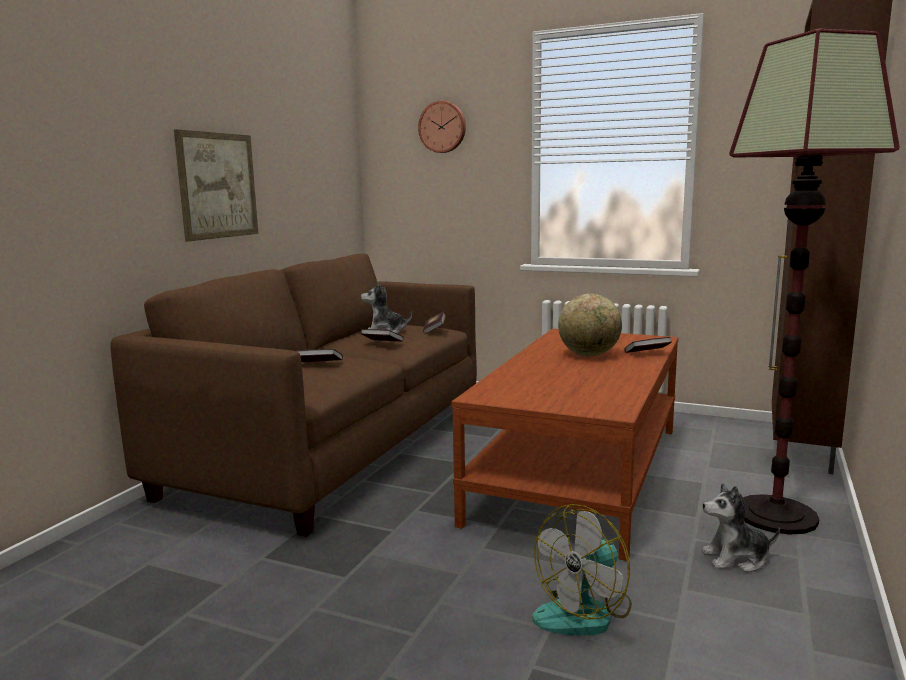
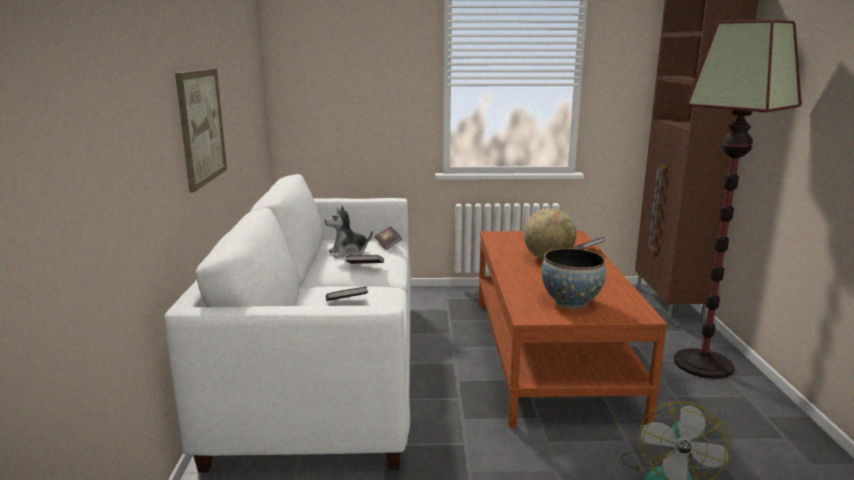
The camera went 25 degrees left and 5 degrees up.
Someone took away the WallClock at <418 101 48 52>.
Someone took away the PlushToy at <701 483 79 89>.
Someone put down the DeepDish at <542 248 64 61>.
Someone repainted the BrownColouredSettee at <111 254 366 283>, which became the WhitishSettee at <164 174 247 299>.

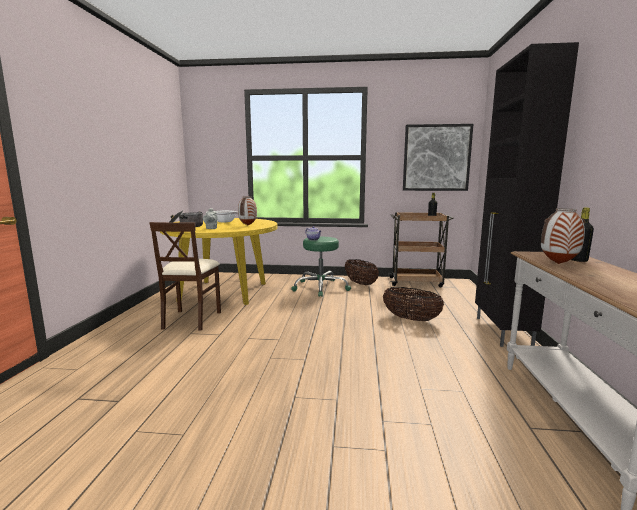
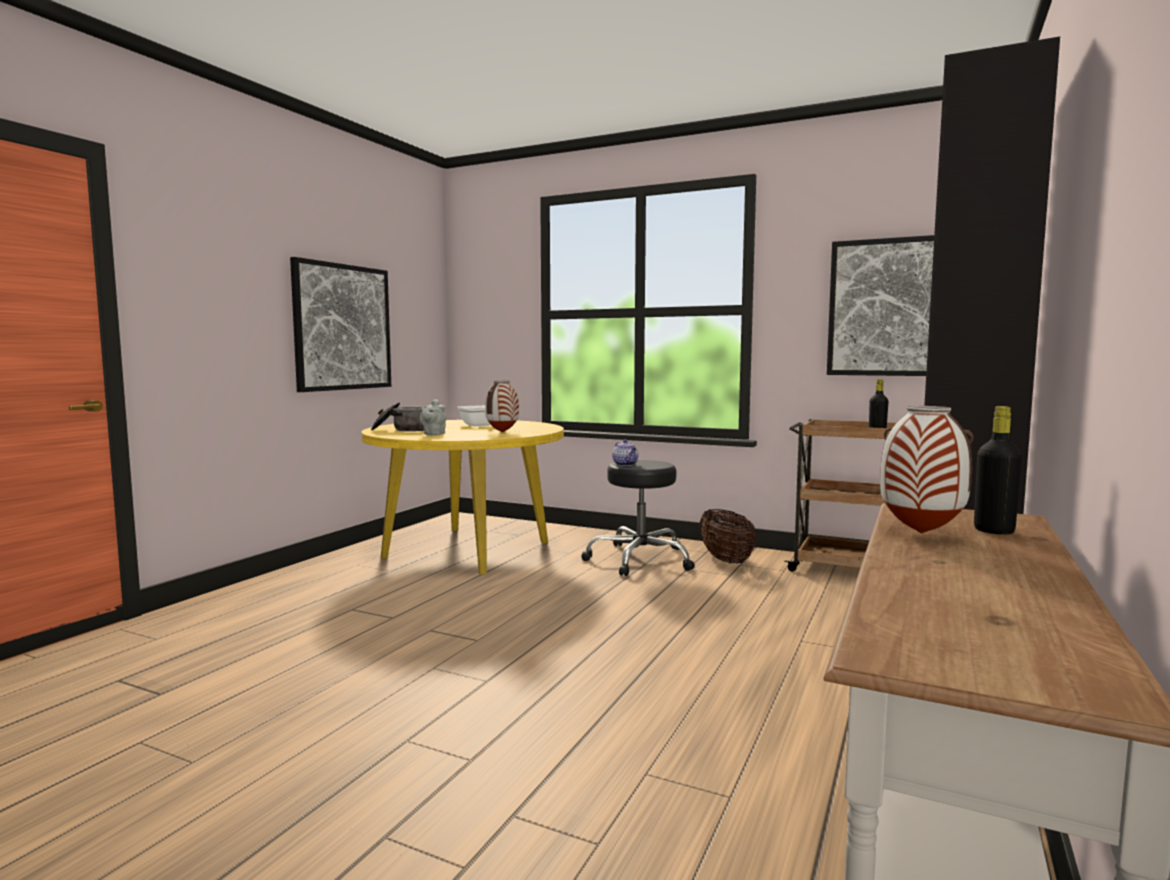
The camera went 20 degrees right and 5 degrees down.
Someone took away the SandColouredUprightChair at <149 222 72 109>.
Someone took away the Basket at <383 287 61 34>.
Someone put up the WallPicture at <290 257 101 135>.
Someone repainted the GreenishStool at <291 237 60 60>, which became the BlackColouredStool at <581 460 114 116>.

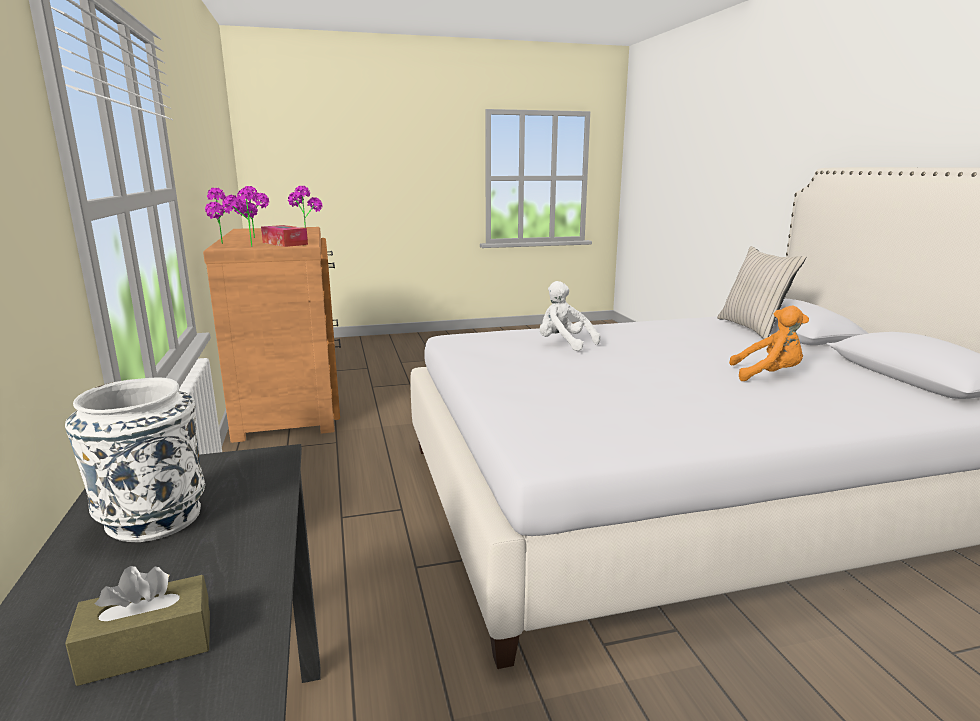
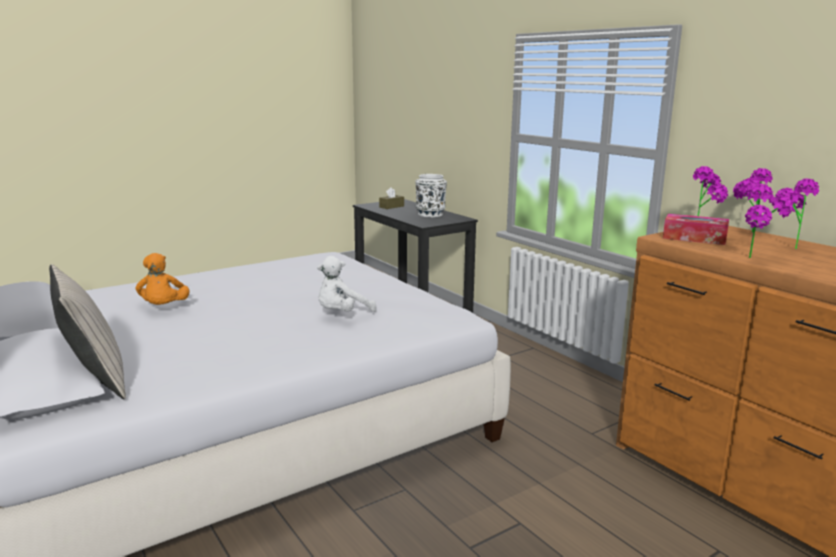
The camera went 160 degrees right and 0 degrees up.
Someone rotated the WhitishPlushToy at <539 281 61 70> by 120 degrees clockwise.
Someone rotated the OrangeColouredPlushToy at <729 306 80 75> by 90 degrees counterclockwise.

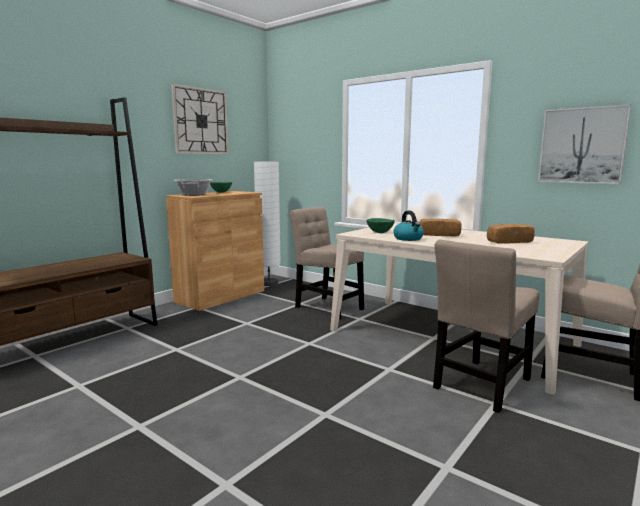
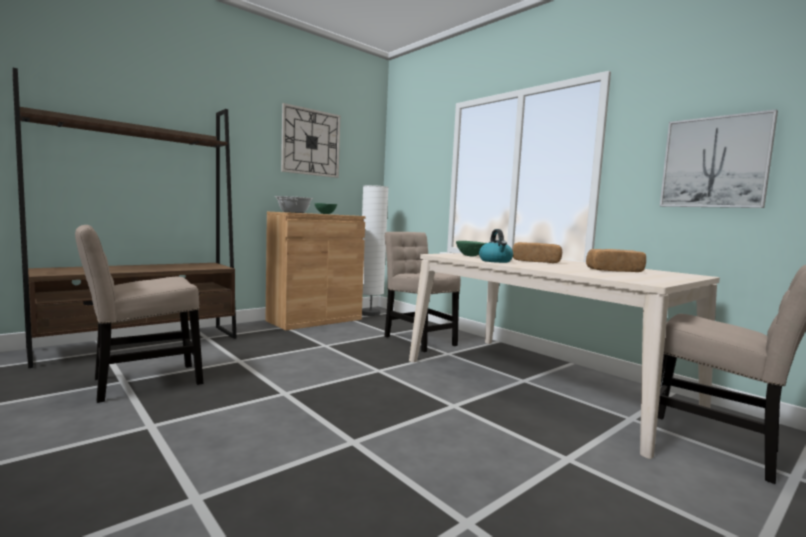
The camera went 10 degrees right and 5 degrees down.
Someone carried the SandColouredUprightChair from <433 239 106 174> to <75 225 128 178>.

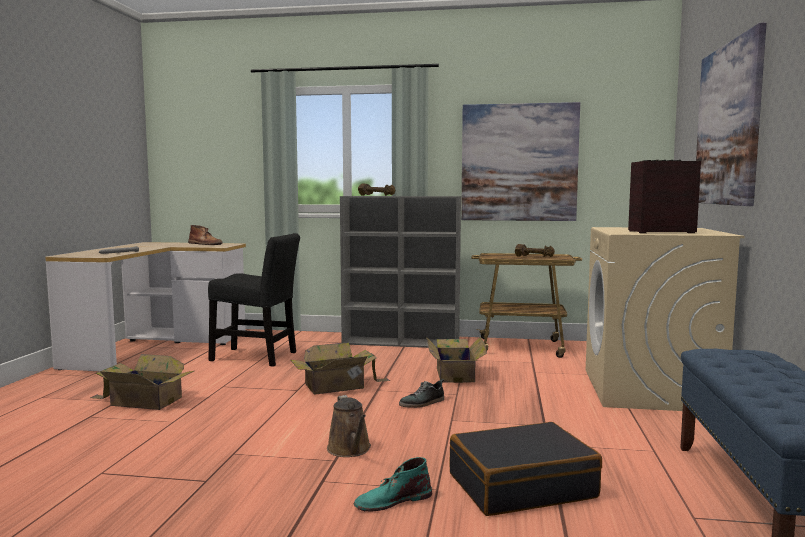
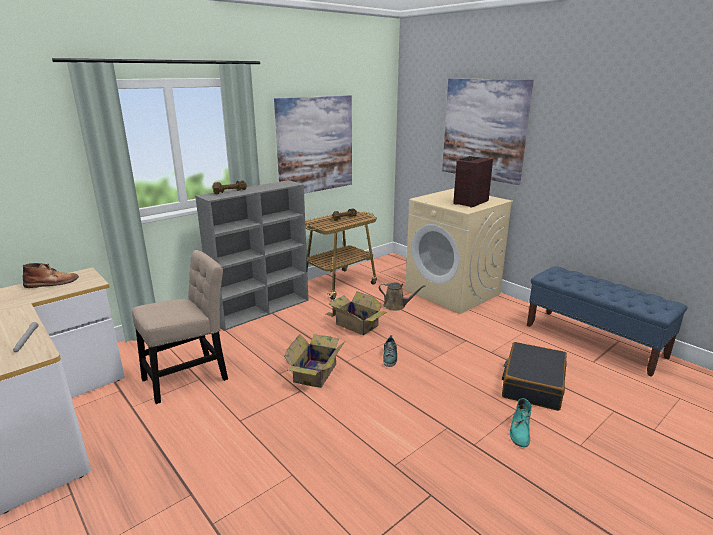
The camera went 50 degrees left and 15 degrees up.
Someone took away the CardboardBox at <90 354 104 56>.
Someone carried the BrownColouredWateringCan from <327 395 44 62> to <379 282 47 29>.
Someone repainted the BlackColouredUprightChair at <208 233 92 134>, which became the SandColouredUprightChair at <132 250 96 154>.

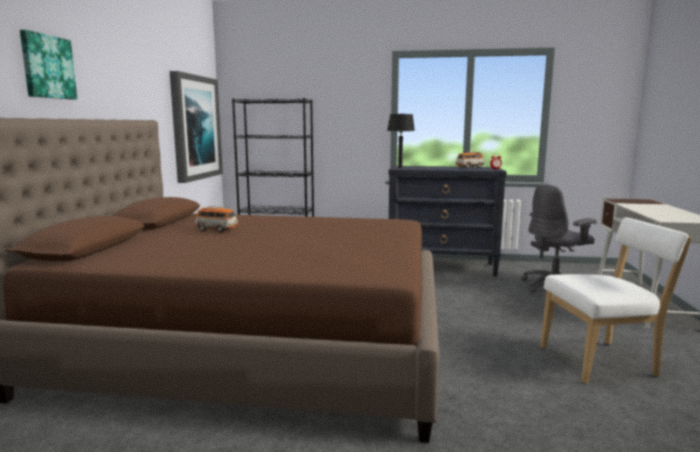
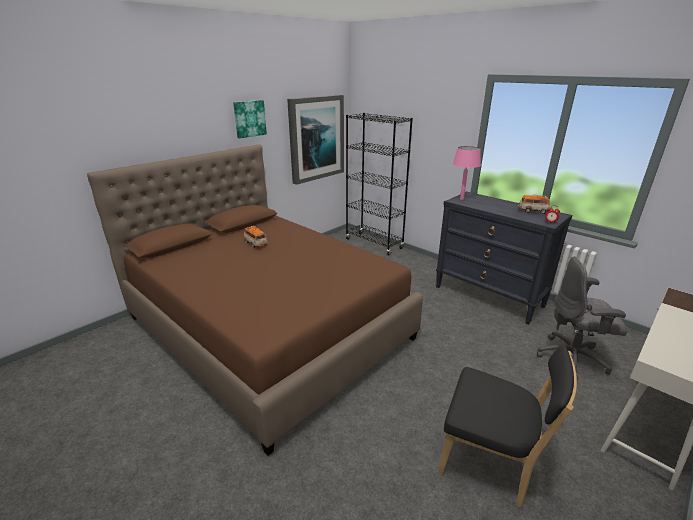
The camera went 35 degrees right and 15 degrees up.
Someone carried the WallPicture from <20 30 57 70> to <233 100 34 39>.
Someone repainted the BlackColouredTabletopLamp at <387 114 28 54>, which became the PinkColouredTabletopLamp at <453 146 28 54>.
Someone repainted the WhitishUprightChair at <540 217 152 167>, which became the BlackColouredUprightChair at <438 345 139 163>.

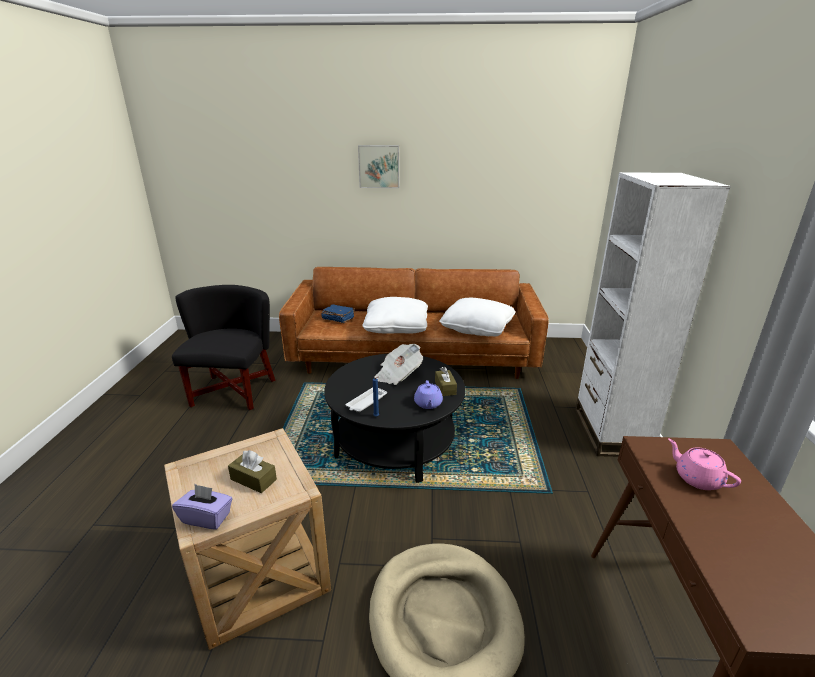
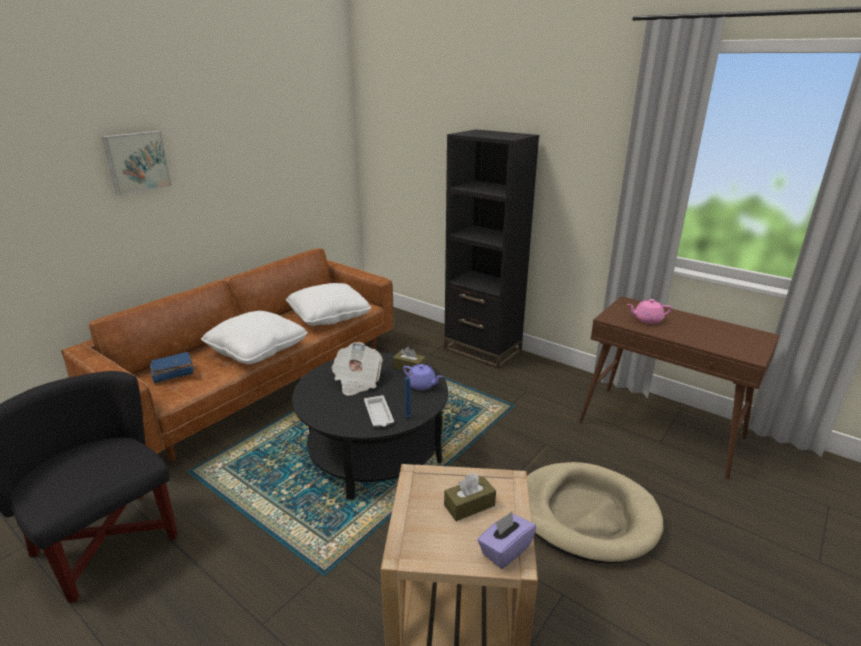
The camera went 55 degrees left and 0 degrees up.
Someone repainted the WhitishShelvingUnit at <575 172 156 285>, which became the BlackColouredShelvingUnit at <444 130 95 239>.

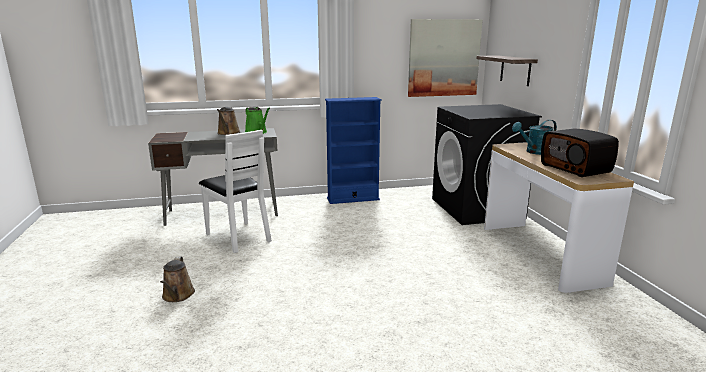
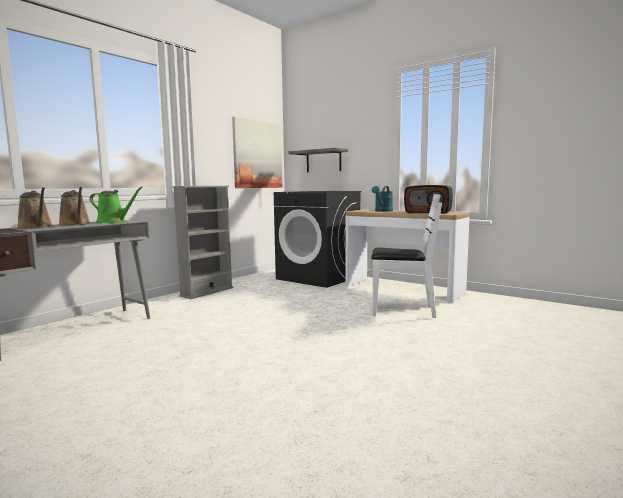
The camera went 40 degrees left and 10 degrees down.
Someone carried the BrownColouredWateringCan from <160 256 35 46> to <17 187 36 42>.
Someone carried the WhitishUprightChair from <199 130 73 123> to <371 194 71 124>.
Someone repainted the BlueShelvingUnit at <325 97 57 107>, which became the GreyishShelvingUnit at <173 186 60 113>.

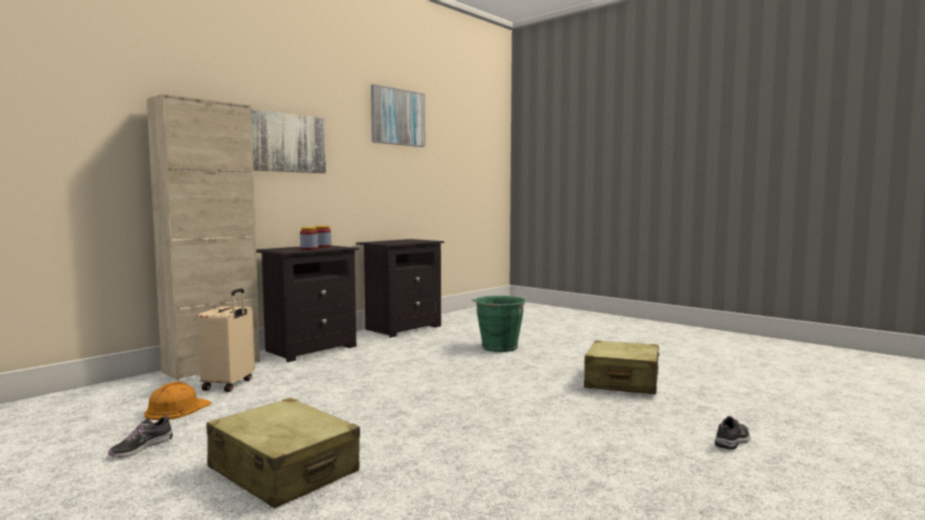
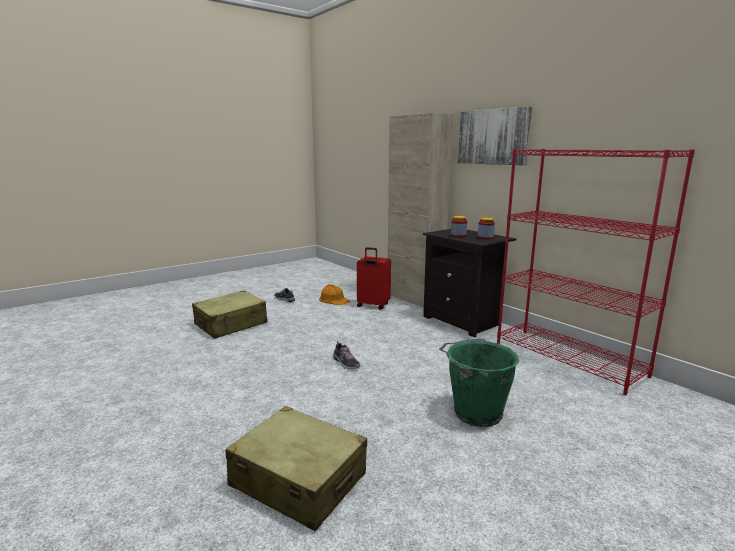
The camera went 100 degrees right and 10 degrees up.
Someone took away the WallPicture at <371 84 54 63>.
Someone carried the Shoe from <715 416 35 34> to <333 341 27 28>.
Someone swapped the BlackColouredNightTable at <356 239 88 99> for the RedShelvingUnit at <497 149 198 246>.
Someone repainted the SandColouredPieceOfLuggage at <197 288 58 104>, which became the RedPieceOfLuggage at <357 247 34 63>.

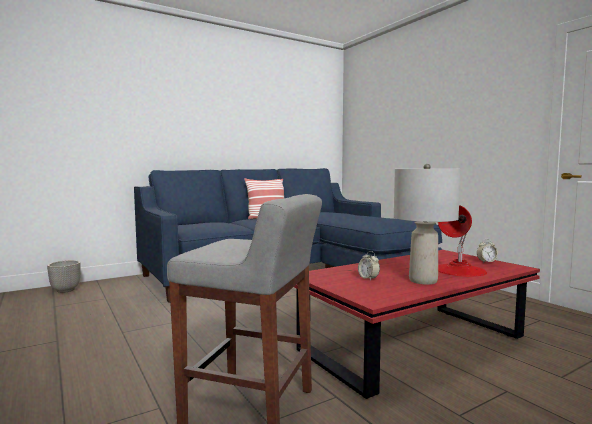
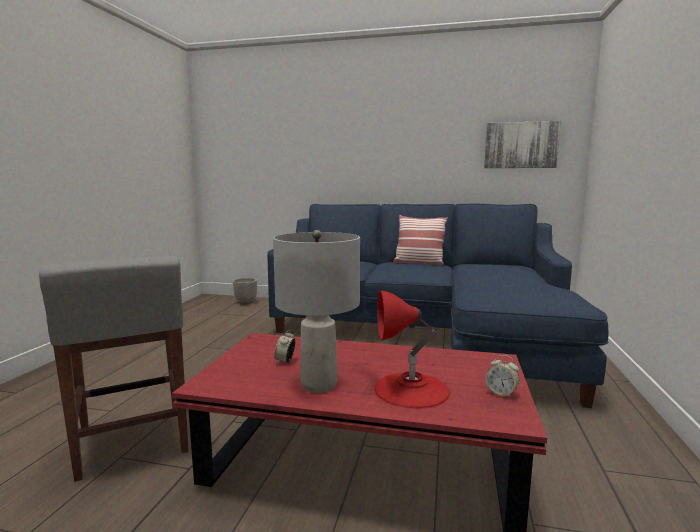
The camera went 45 degrees right and 5 degrees up.
Someone put up the WallPicture at <484 121 77 47>.

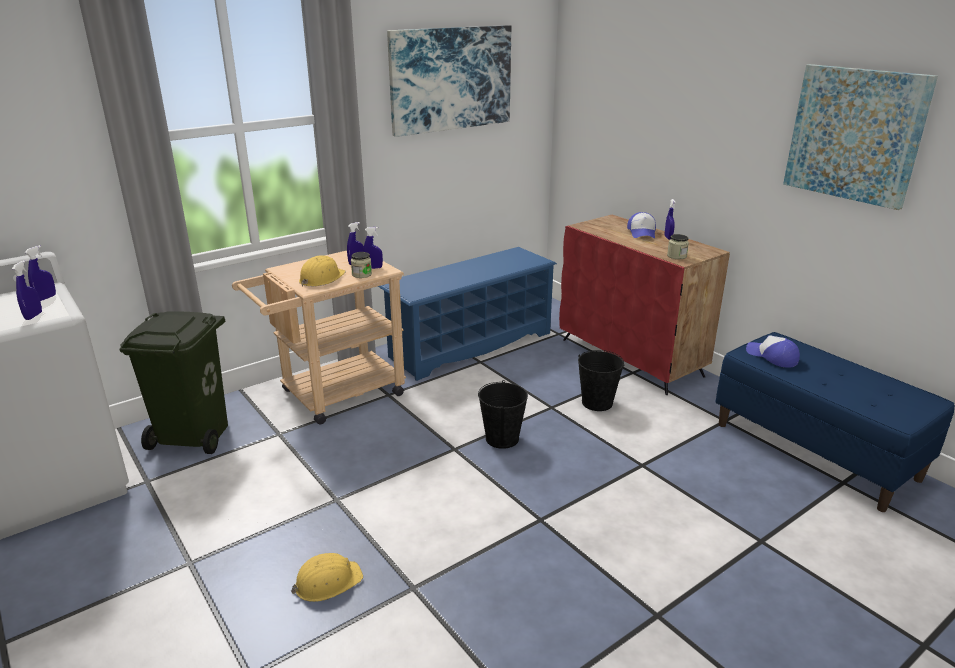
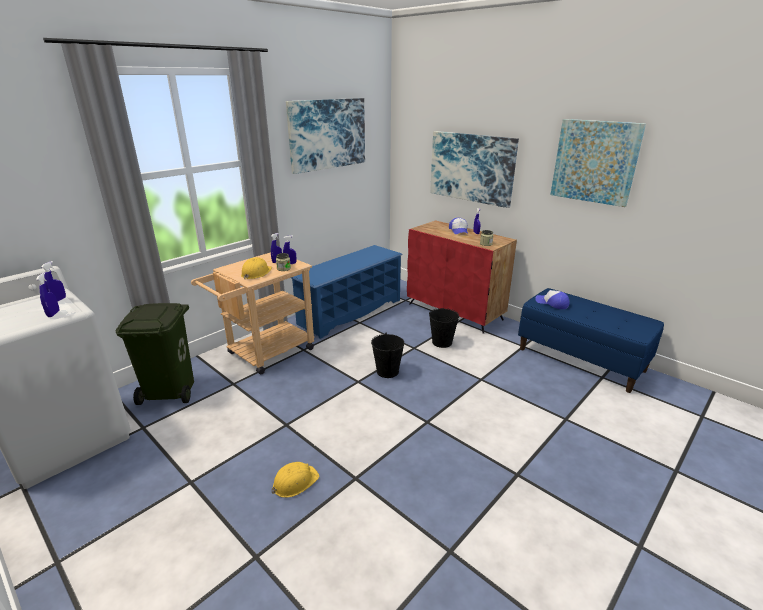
The camera went 10 degrees left and 0 degrees up.
Someone put up the WallPicture at <430 131 89 77>.

